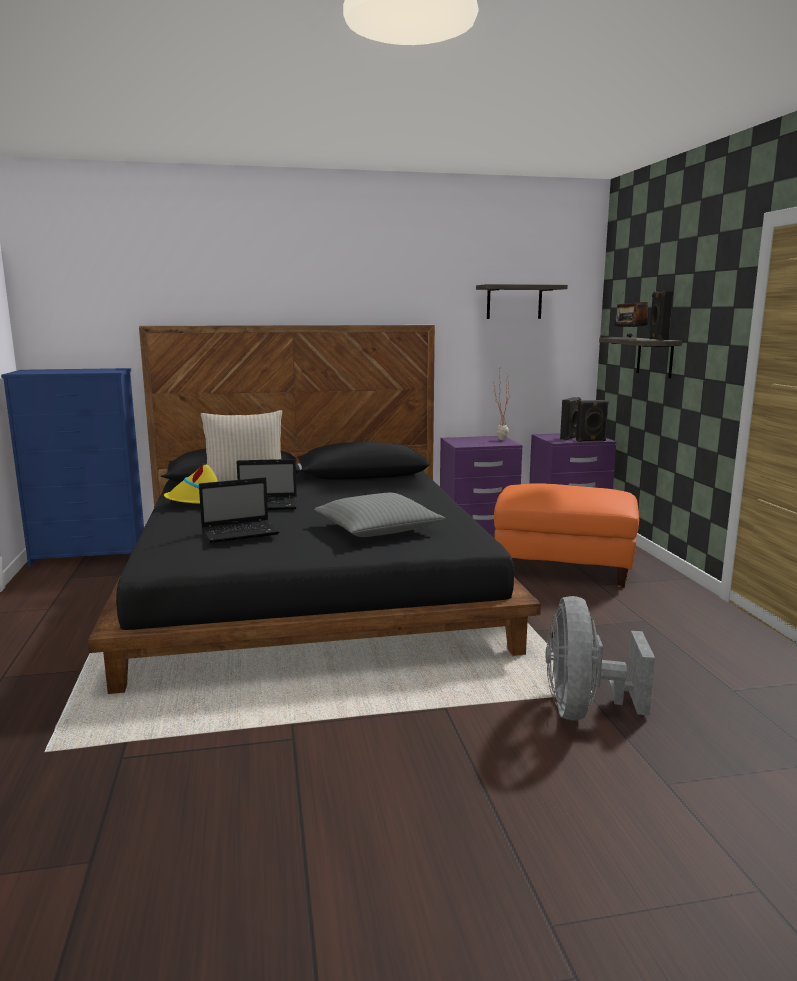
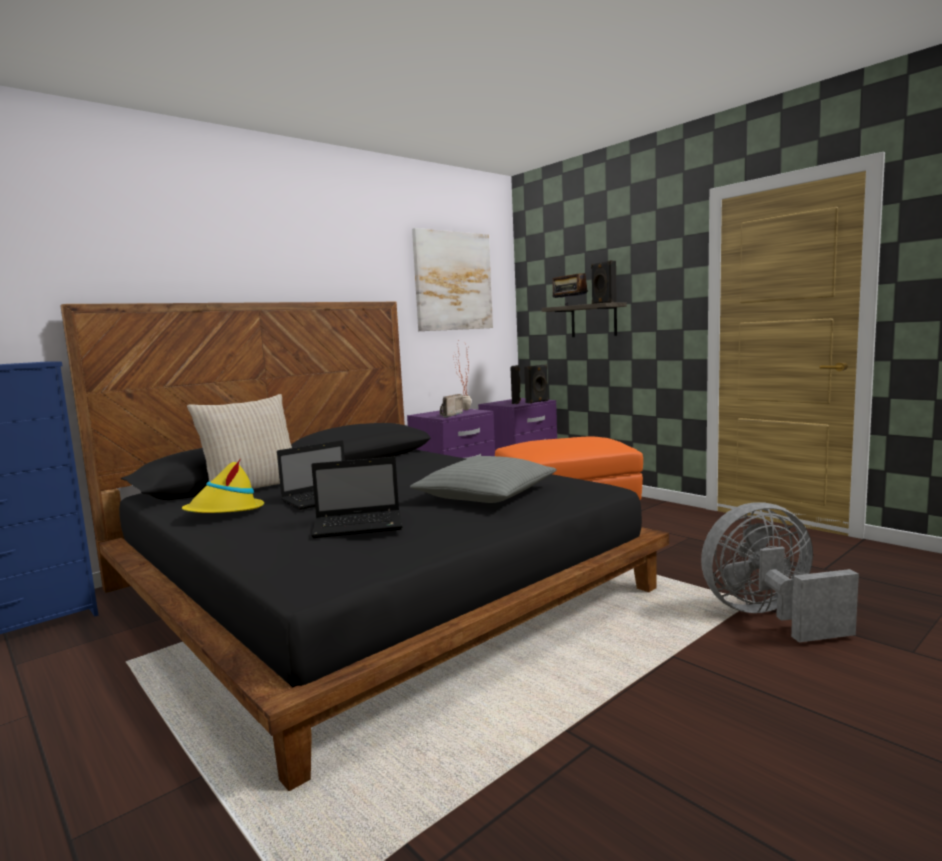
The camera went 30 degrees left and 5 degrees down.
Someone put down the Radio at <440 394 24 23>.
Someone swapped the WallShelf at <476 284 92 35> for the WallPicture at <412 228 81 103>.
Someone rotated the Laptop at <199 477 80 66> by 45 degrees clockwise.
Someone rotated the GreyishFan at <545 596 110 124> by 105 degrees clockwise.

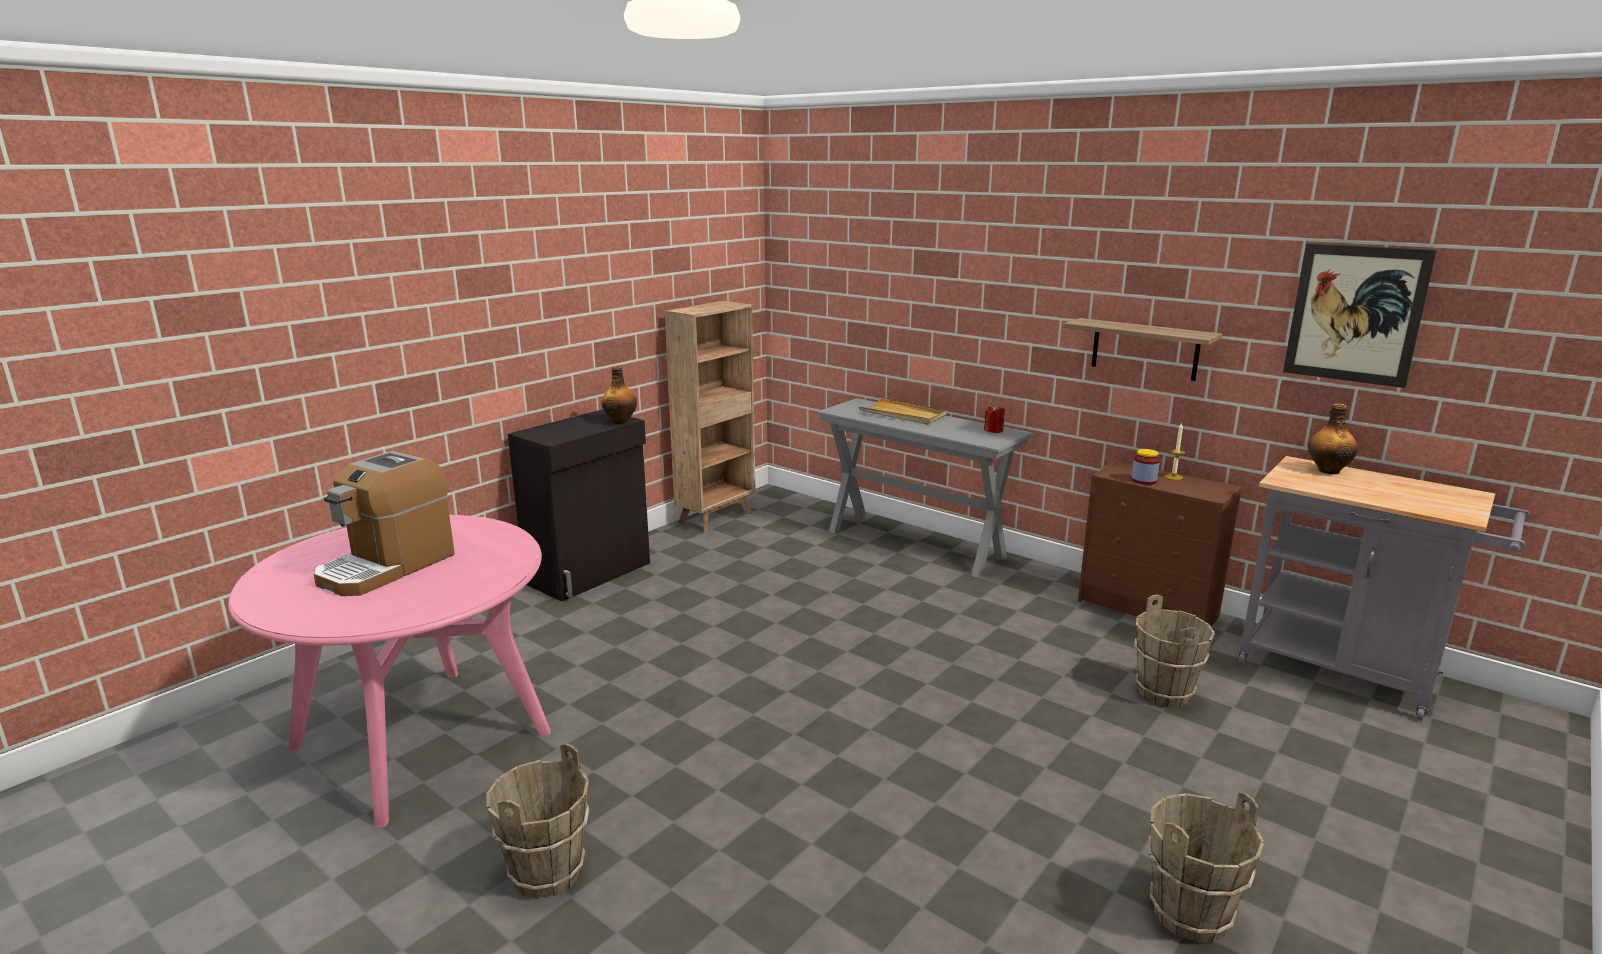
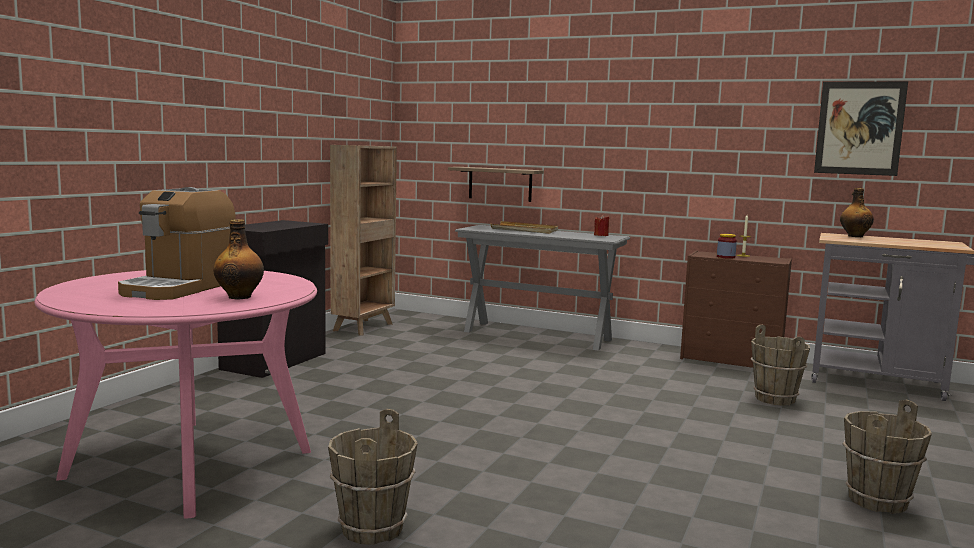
The camera went 15 degrees left and 10 degrees down.
Someone carried the BeverageBottle from <601 366 36 58> to <213 219 51 80>.
Someone carried the WallShelf from <1063 318 159 63> to <448 167 96 35>.

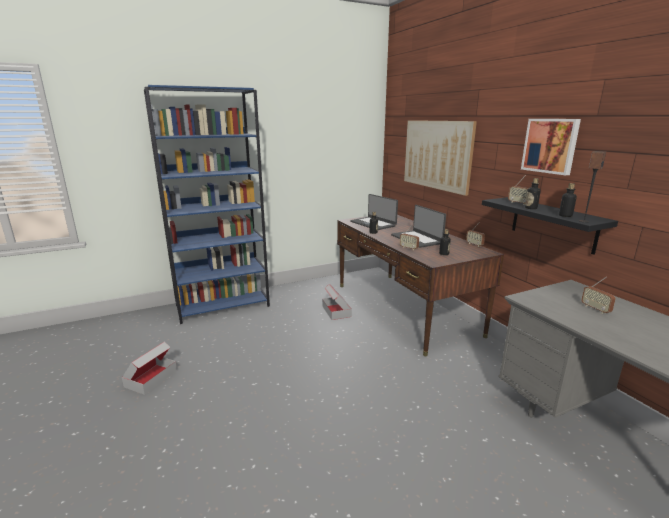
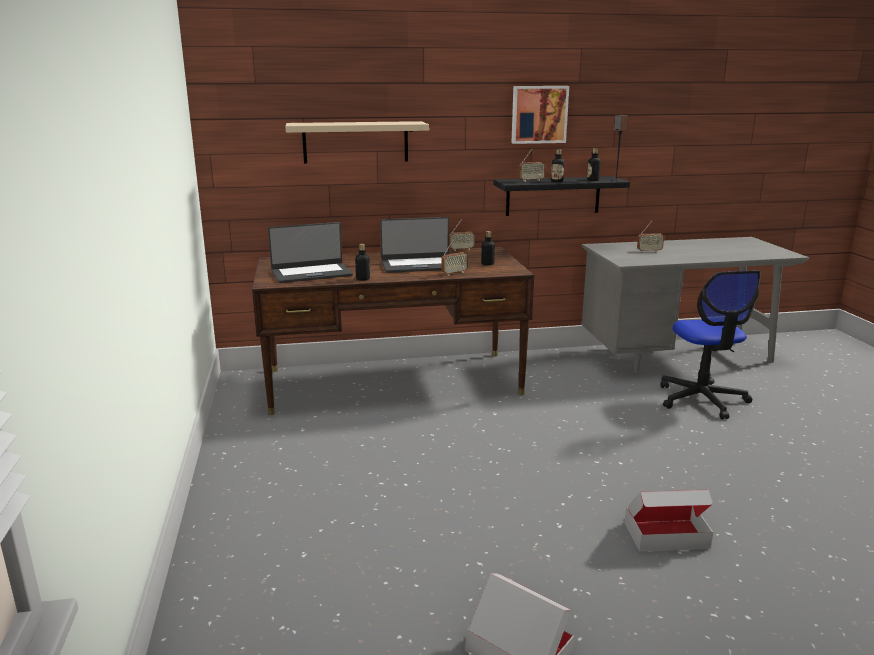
The camera went 75 degrees left and 0 degrees up.
Someone took away the BlueShelvingUnit at <144 85 126 239>.
Someone put down the ComputerChair at <660 270 101 149>.
Someone carried the CardboardBox from <322 284 30 36> to <624 490 89 62>.
Someone swapped the WallPicture at <404 120 73 76> for the SandColouredWallShelf at <285 121 144 43>.

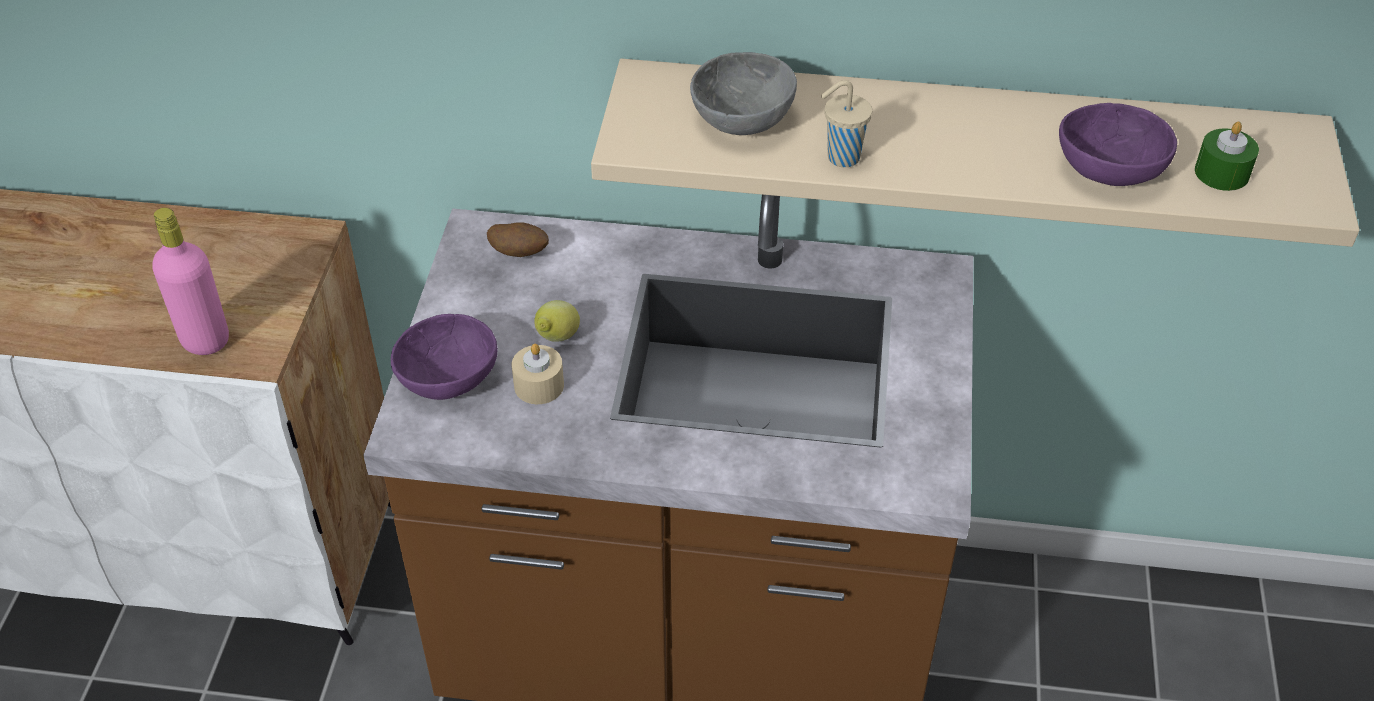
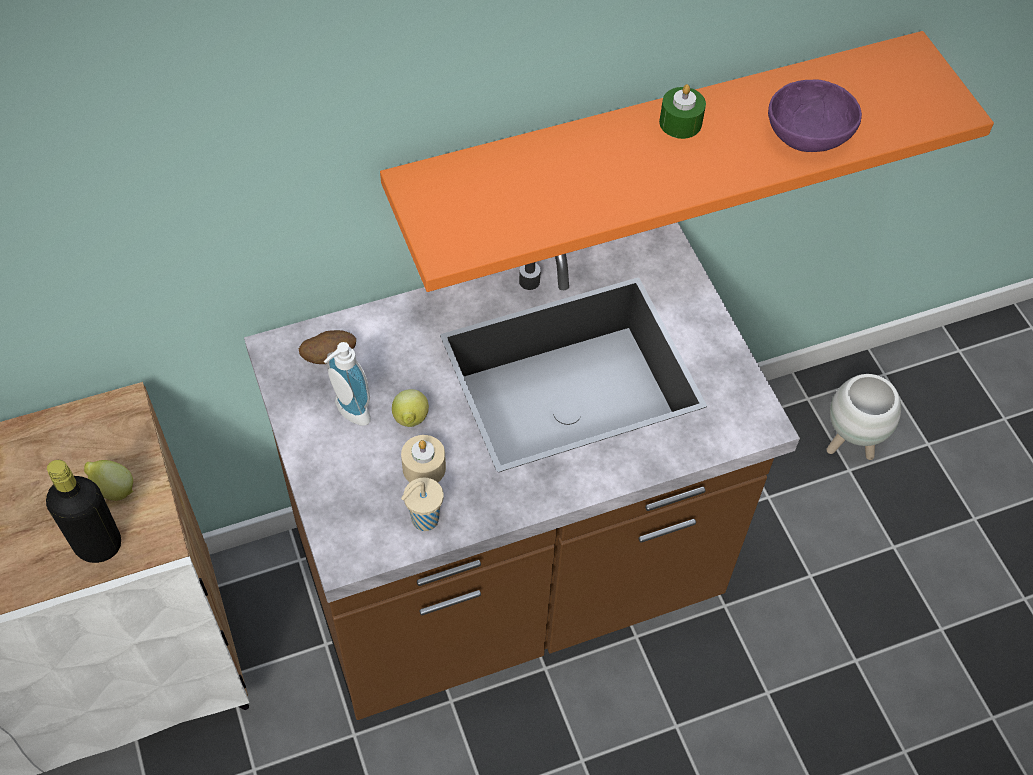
The camera went 30 degrees left and 10 degrees up.
Someone took away the PurplishDeepDish at <391 314 107 86>.
Someone took away the GreyishDeepDish at <690 52 107 83>.
Someone put down the WholeLemon at <84 460 50 41>.
Someone put down the SoapBottle at <324 342 47 84>.
Someone put down the WhitishPlanter at <827 374 74 86>.
Someone carried the SandColouredCup from <821 80 51 87> to <401 478 43 53>.
Someone carried the GreenishCandle from <1195 122 64 69> to <659 84 47 55>.
Someone repainted the PinkColouredBeverageBottle at <152 208 77 147>, which became the BlackColouredBeverageBottle at <46 460 75 103>.
Someone repainted the SandColouredWallShelf at <591 58 769 189>, which became the OrangeColouredWallShelf at <380 31 614 261>.

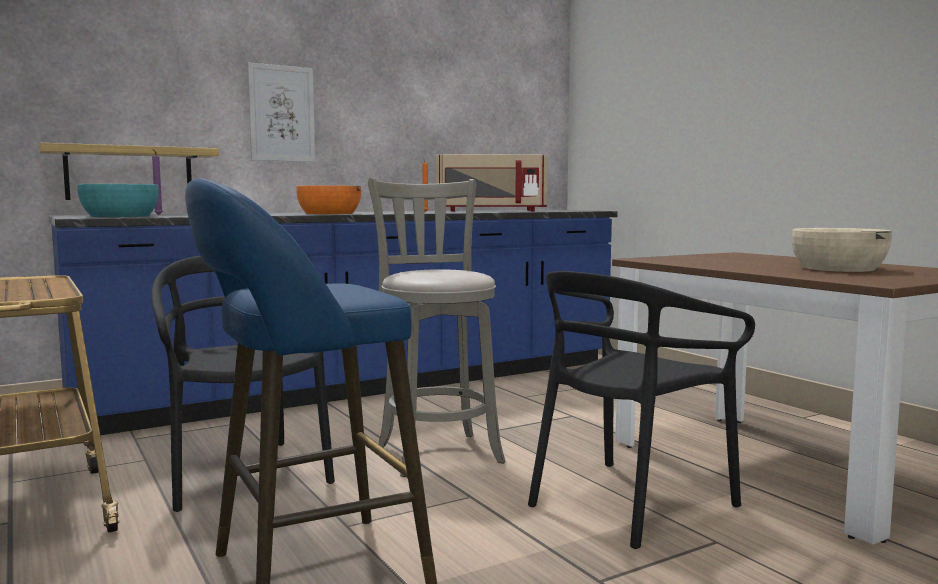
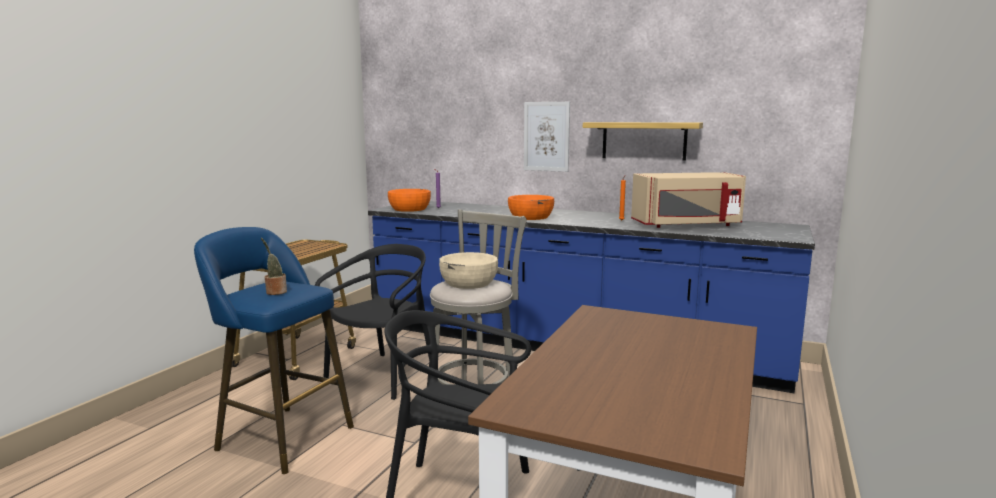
The camera went 55 degrees right and 5 degrees up.
Someone put down the PlantInAPot at <261 238 26 57>.
Someone carried the WallShelf from <39 143 180 57> to <583 122 120 38>.
Someone carried the SandColouredDeepDish from <791 228 101 44> to <439 252 59 37>.
Someone repainted the TurquoiseColouredDeepDish at <77 184 82 33>, which became the OrangeColouredDeepDish at <388 189 43 23>.
Someone rotated the SandColouredMicrowaveOven at <435 154 112 57> by 60 degrees counterclockwise.

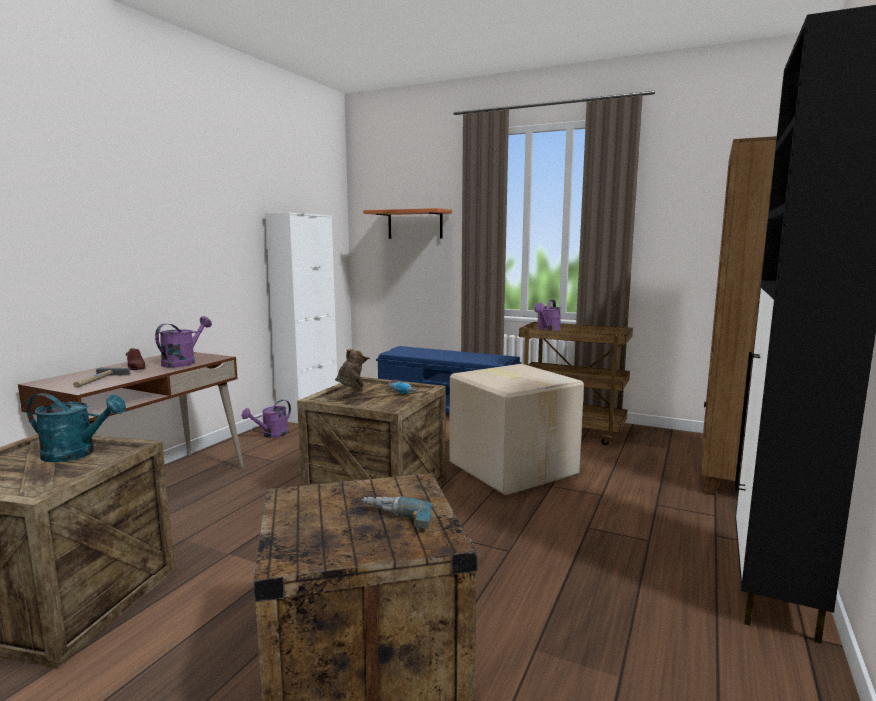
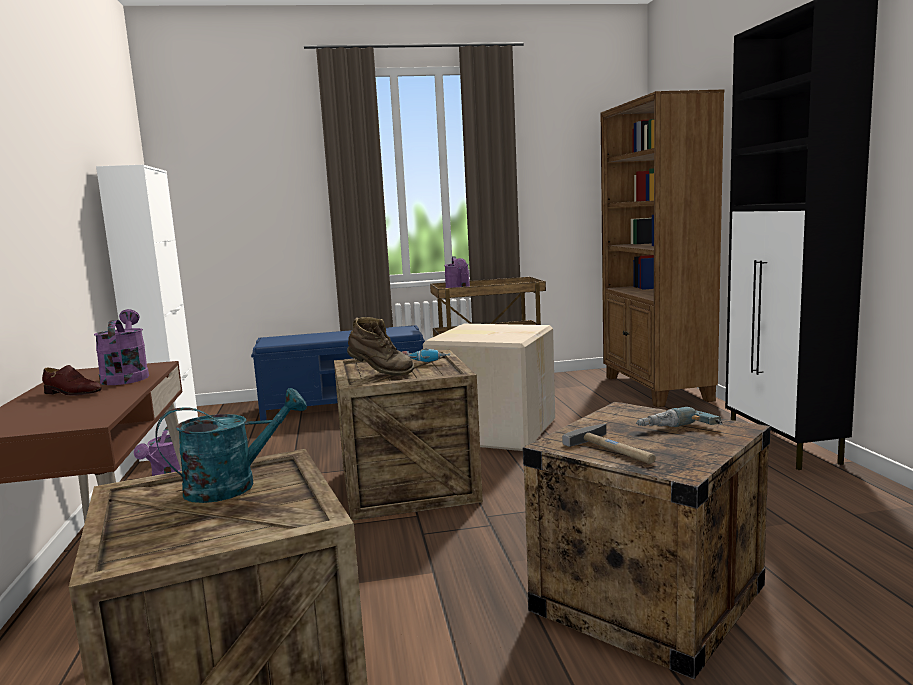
The camera went 35 degrees left and 0 degrees up.
Someone took away the WallShelf at <363 208 89 31>.
Someone carried the ToolHammer from <73 368 58 19> to <562 424 94 40>.
Someone rotated the BrownColouredBoot at <335 349 35 43> by 135 degrees clockwise.

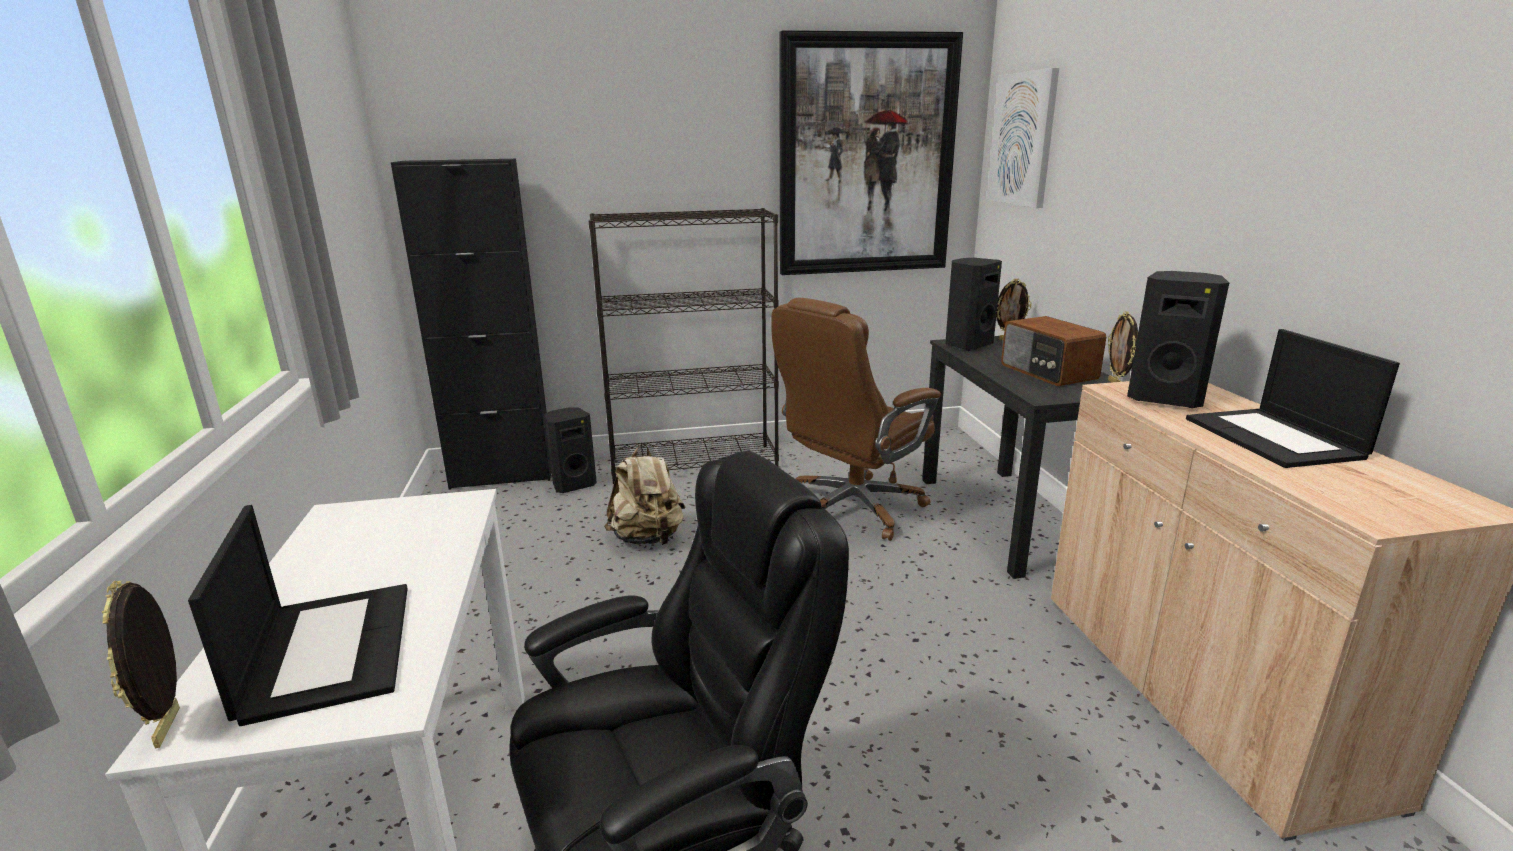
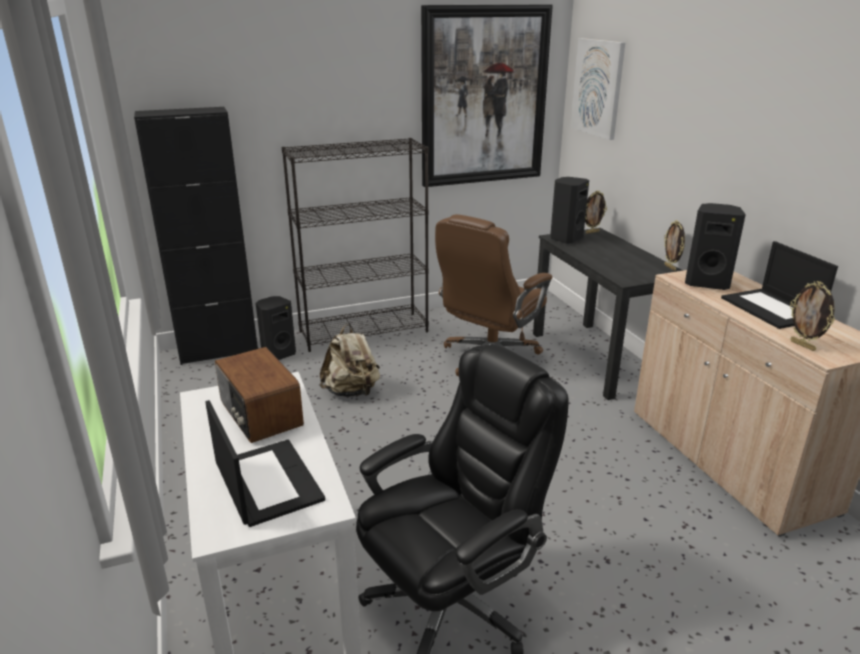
The camera went 10 degrees left and 5 degrees up.
Someone carried the PhotoFrame from <102 580 78 168> to <790 281 45 70>.
Someone carried the Radio from <1001 316 105 70> to <215 347 89 96>.

